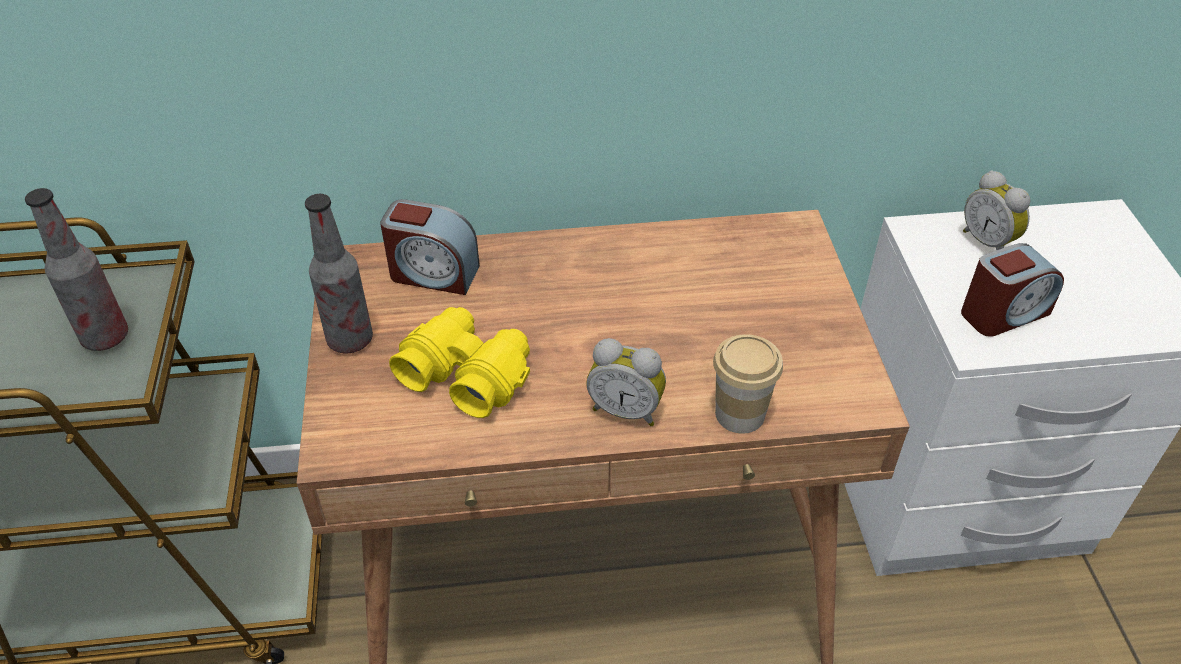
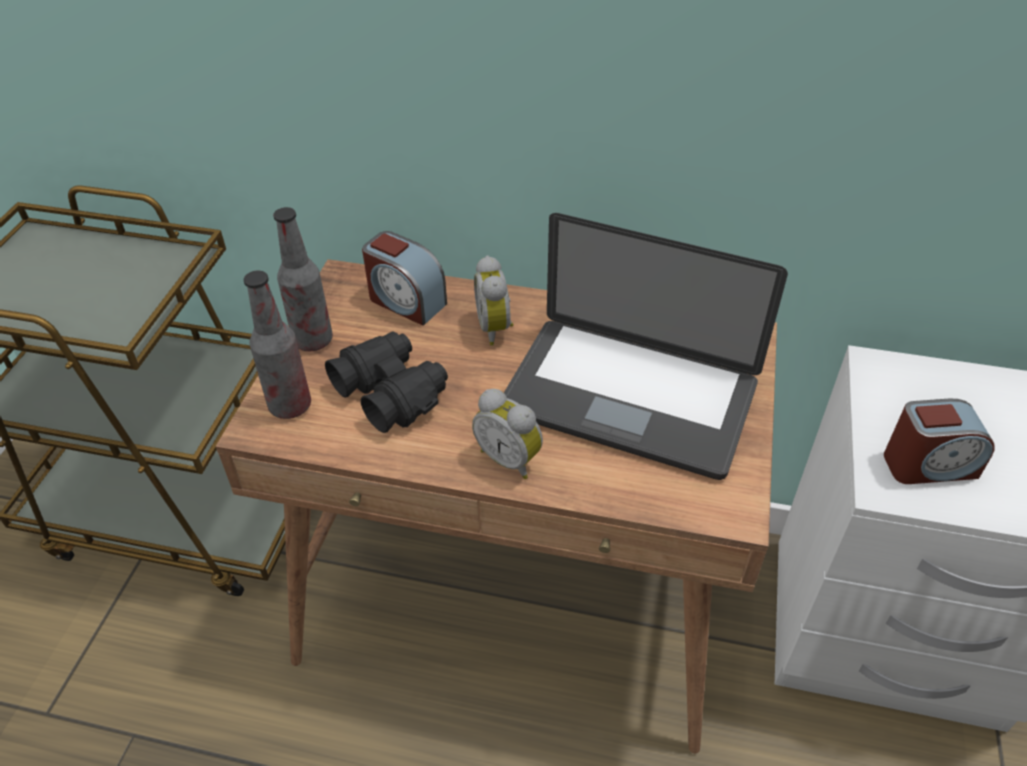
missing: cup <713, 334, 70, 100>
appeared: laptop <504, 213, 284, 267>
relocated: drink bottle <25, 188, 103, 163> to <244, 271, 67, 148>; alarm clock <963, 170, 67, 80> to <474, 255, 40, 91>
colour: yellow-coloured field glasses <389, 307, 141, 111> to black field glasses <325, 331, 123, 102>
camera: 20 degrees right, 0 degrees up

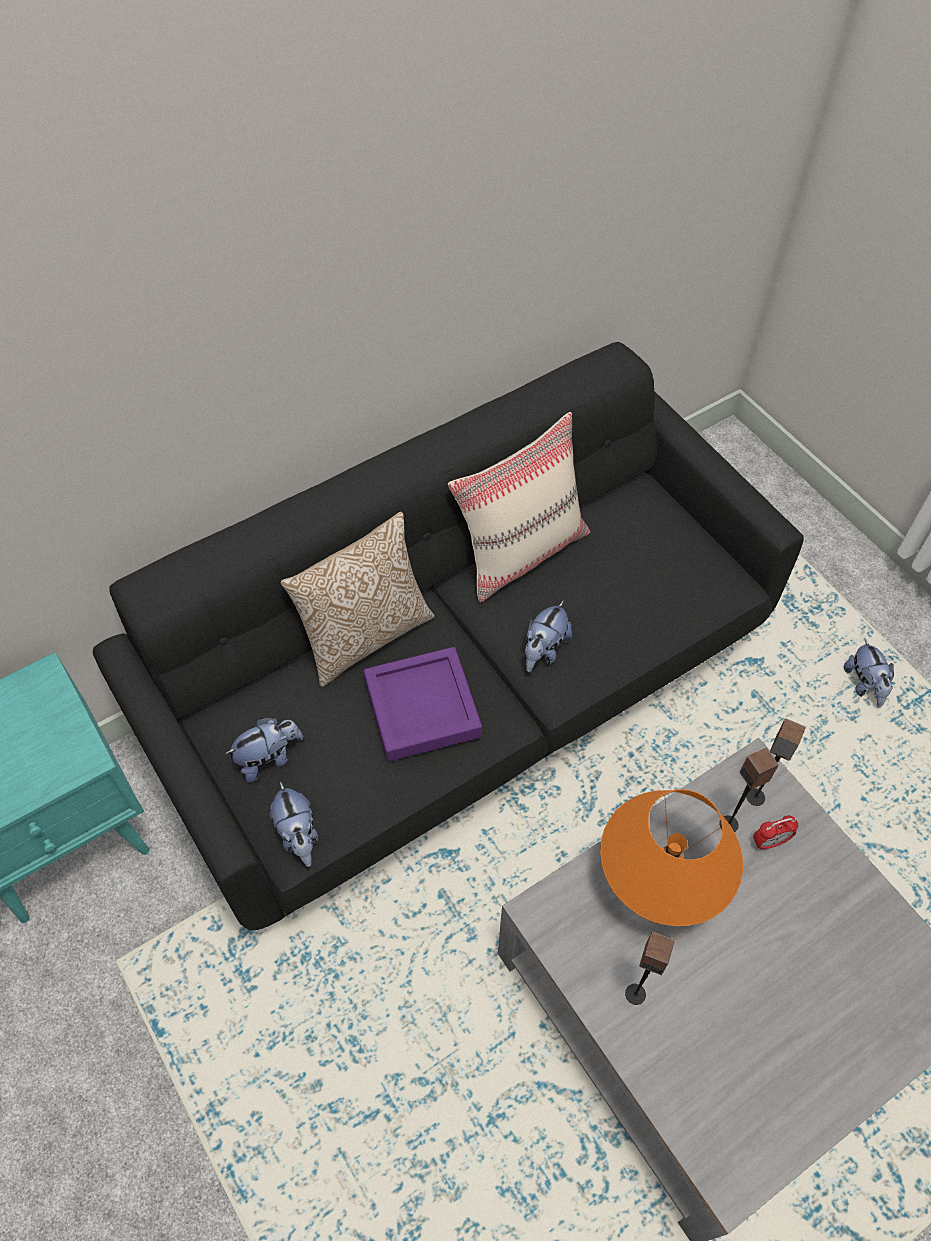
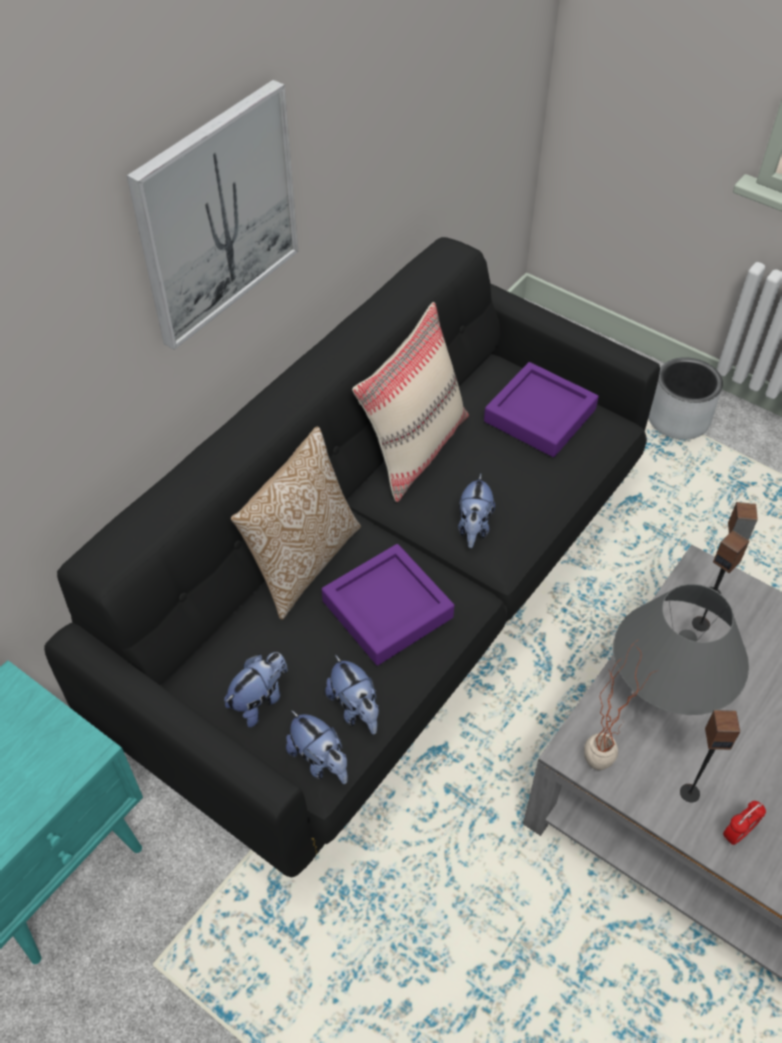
appeared: wall art <127, 80, 171, 270>; purplish serving tray <484, 362, 115, 95>; houseplant <584, 639, 72, 131>; greyish flower pot <648, 357, 75, 83>
relocated: soft toy <844, 639, 50, 69> to <325, 655, 54, 80>; alarm clock <753, 815, 45, 35> to <723, 801, 43, 45>
colour: orangey tabletop lamp <600, 789, 143, 137> to greyish tabletop lamp <613, 584, 136, 131>
camera: 20 degrees left, 5 degrees down

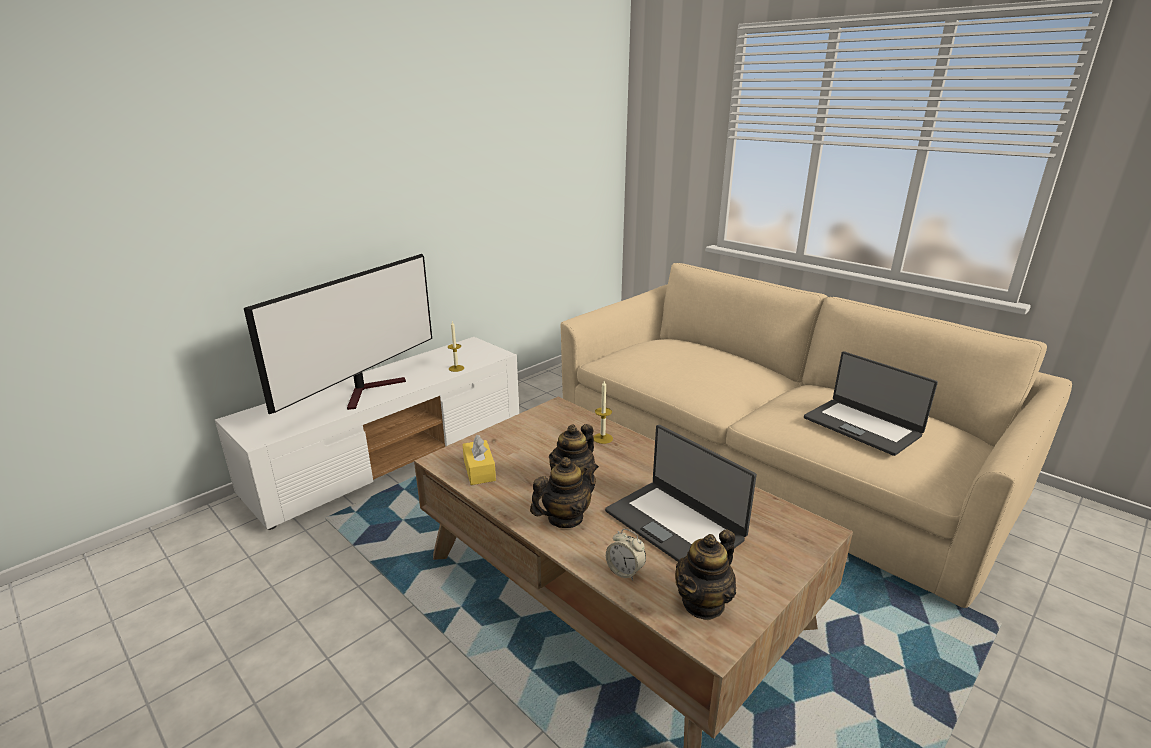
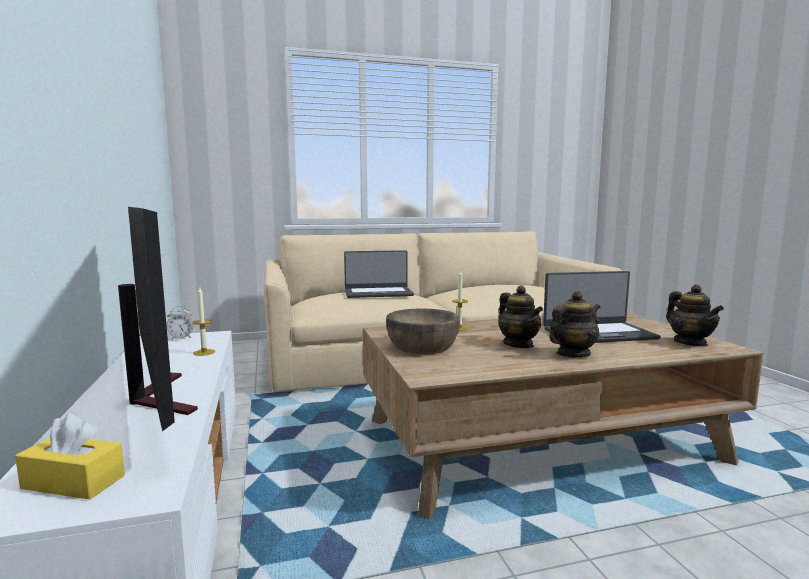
appeared: brownish serving bowl <386, 308, 74, 47>
relocated: yellow-coloured tissue holder <462, 434, 34, 51> to <15, 414, 110, 86>; alarm clock <606, 529, 40, 51> to <166, 306, 28, 34>; laptop <804, 351, 134, 105> to <344, 250, 70, 48>
spun: pot for tea <530, 457, 69, 71> = <549, 291, 51, 67> 60 degrees clockwise
camera: 60 degrees left, 15 degrees down

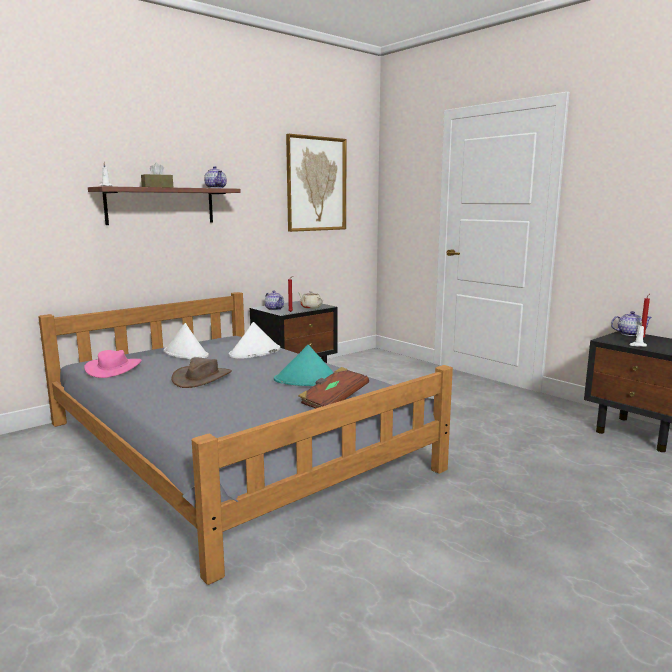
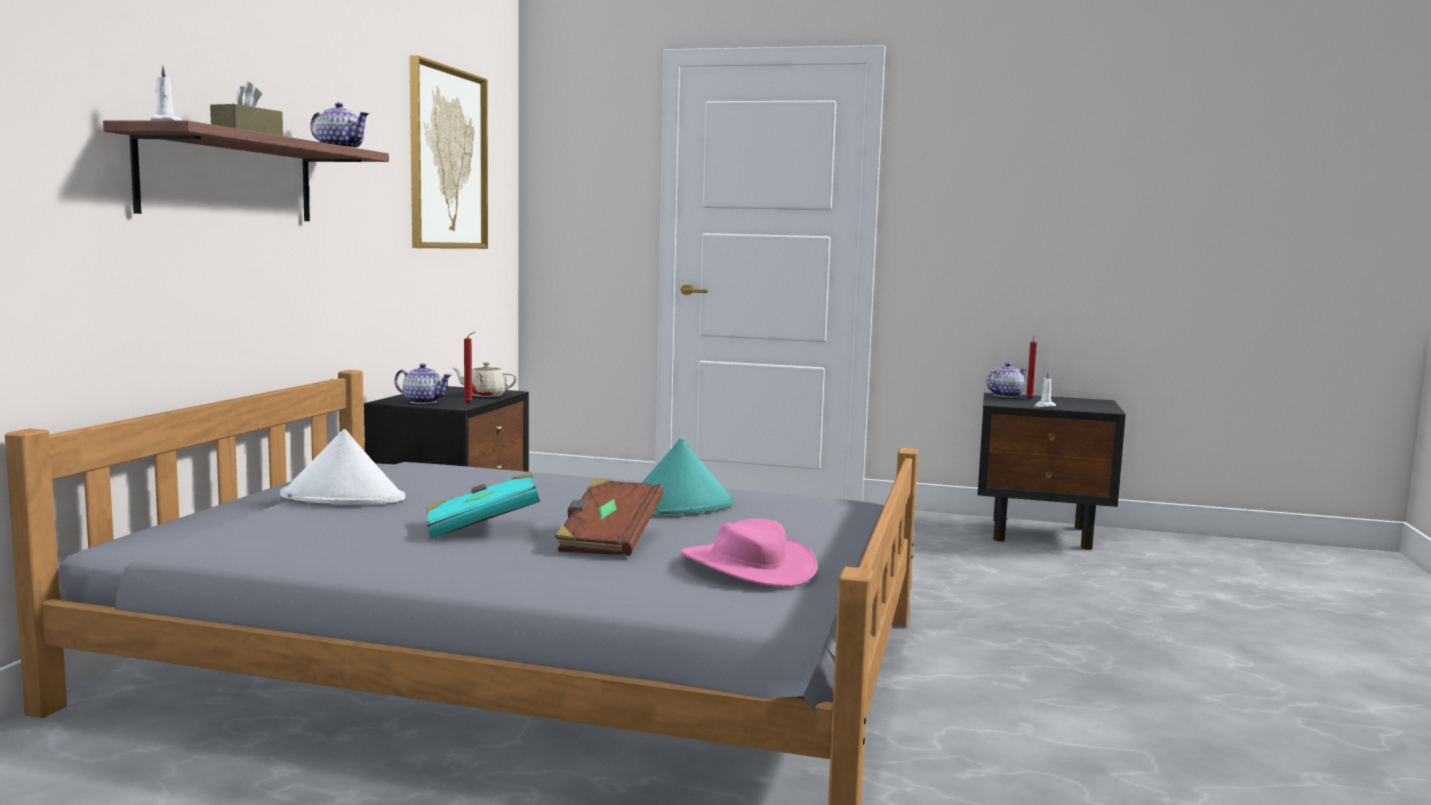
missing: whitish wearable hat <229, 322, 51, 37>
relocated: brownish bound book <299, 367, 70, 42> to <555, 478, 108, 78>; pinkish wearable hat <84, 350, 58, 28> to <681, 518, 137, 69>
exchanged: brownish wearable hat <171, 357, 61, 31> to turquoise-coloured bound book <427, 472, 113, 66>
camera: 35 degrees left, 5 degrees down

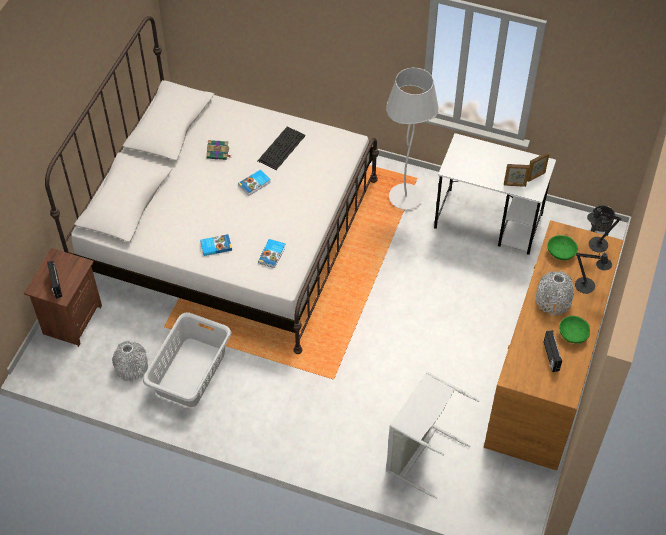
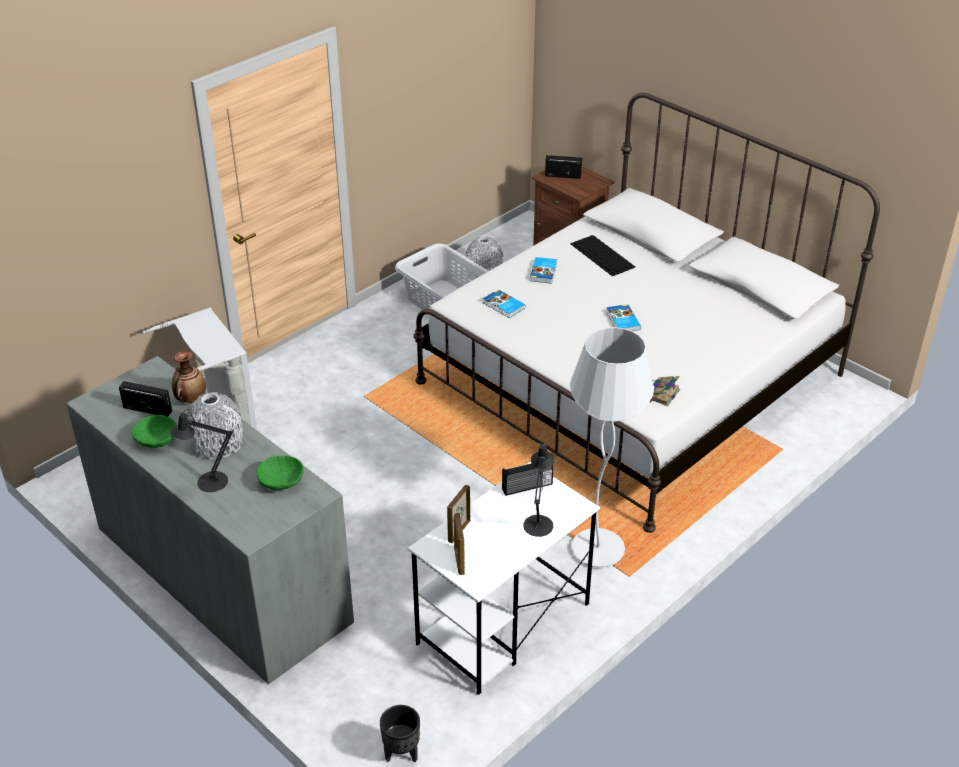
appeared: vase <172, 351, 34, 52>; radio receiver <502, 463, 51, 33>
relocated: black tabletop lamp <587, 206, 34, 47> to <523, 444, 32, 93>; PC keyboard <258, 127, 48, 43> to <570, 235, 65, 41>; bound book <206, 140, 26, 20> to <650, 376, 30, 30>
colour: brownish drawer chest <484, 220, 140, 251> to greyish drawer chest <66, 356, 288, 328>
camera: 115 degrees right, 15 degrees down

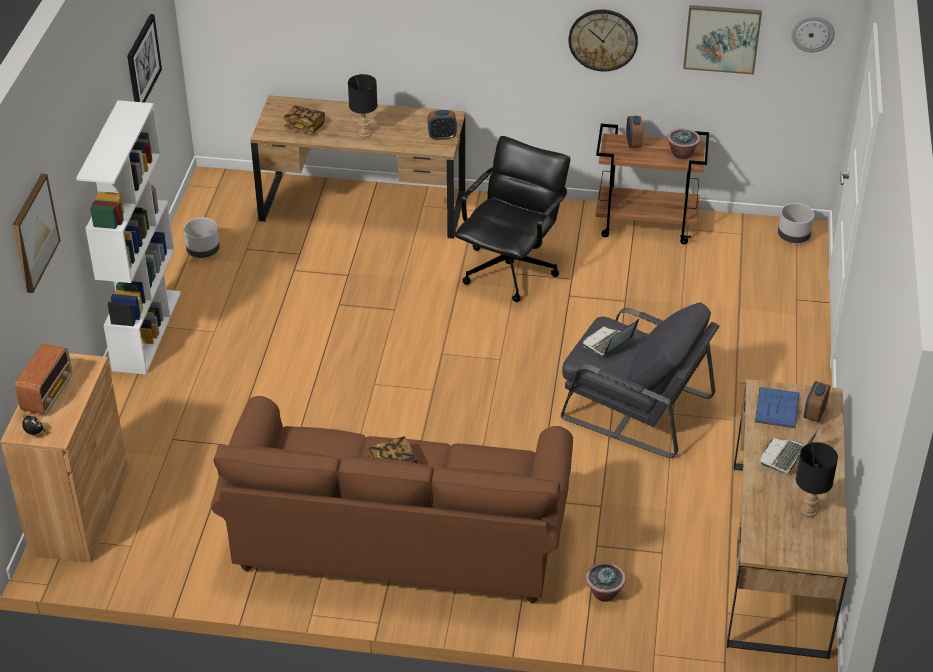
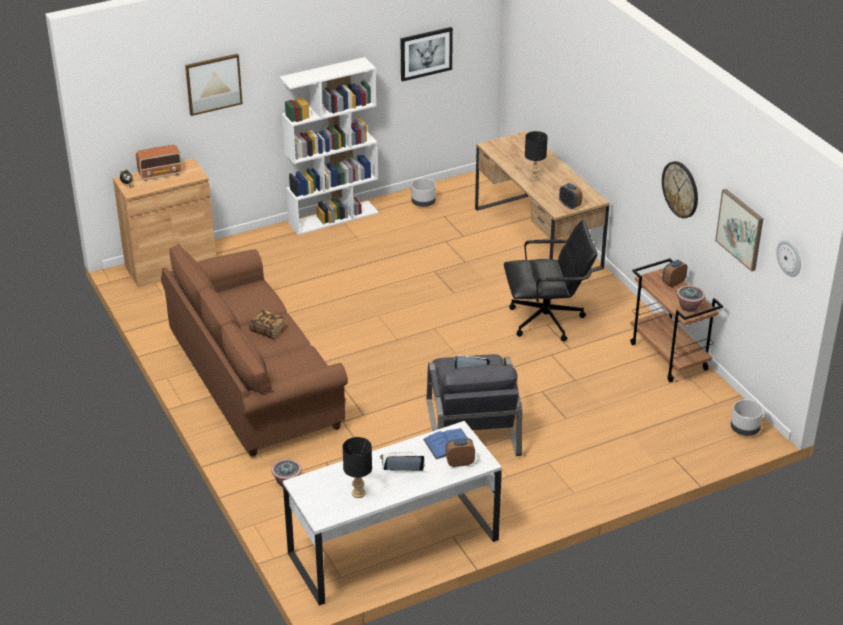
missing: bound book <284, 106, 41, 28>
colour: brownish desk table <727, 379, 121, 280> to whitish desk table <283, 421, 219, 185>
camera: 55 degrees right, 5 degrees down

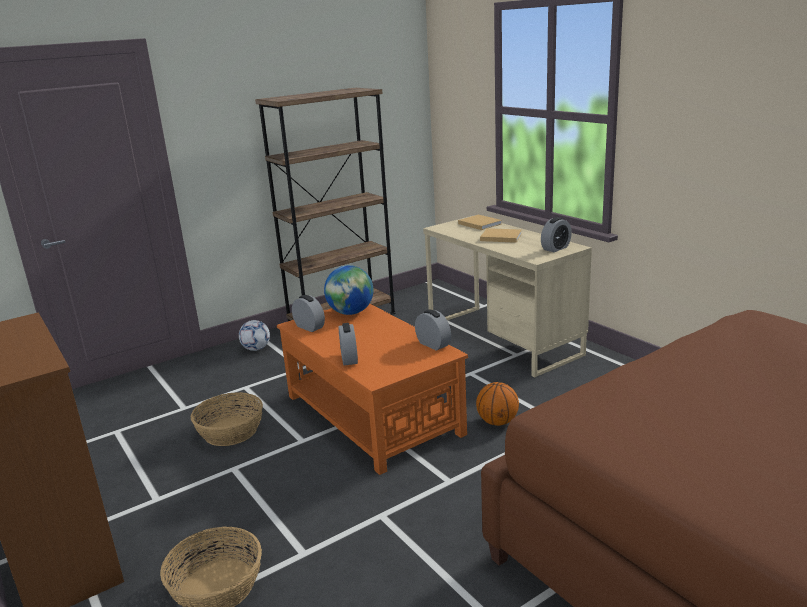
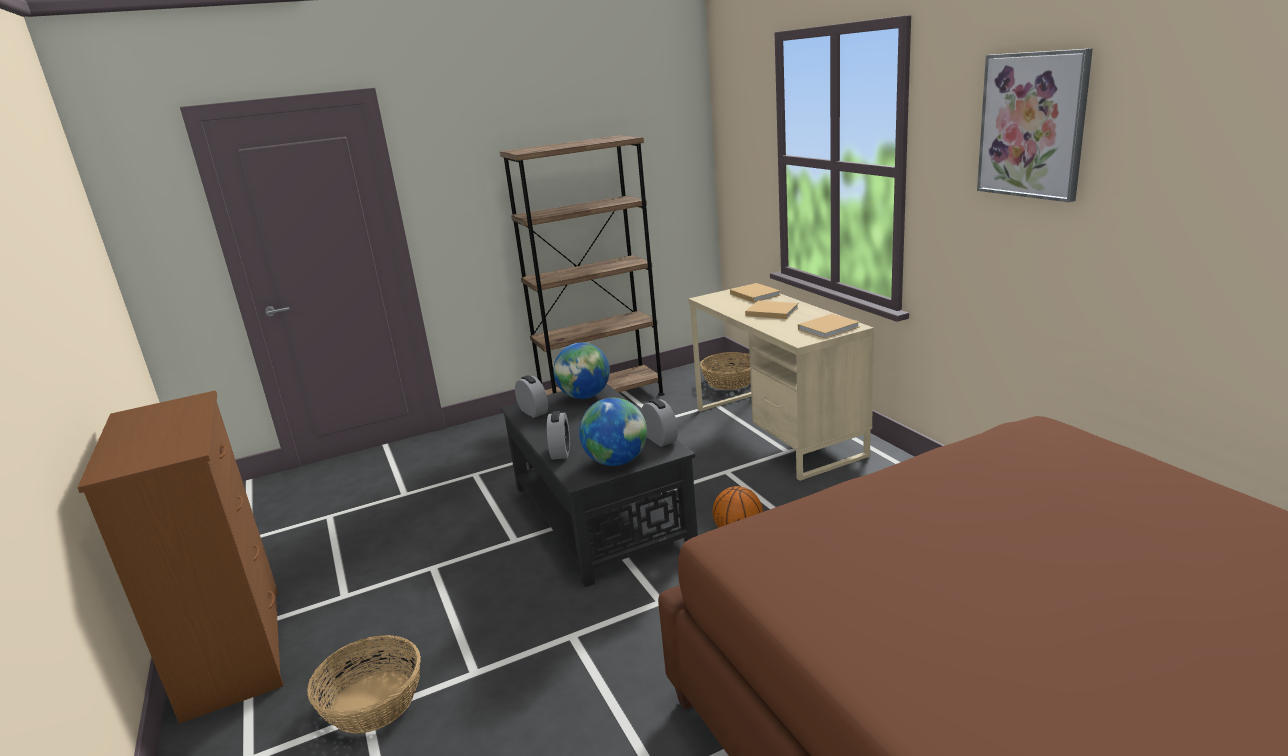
missing: football ball <239, 320, 31, 31>
appeared: globe <579, 398, 68, 68>; wall art <977, 48, 116, 154>
relocated: basket <191, 392, 72, 54> to <700, 352, 51, 38>
exchanged: alarm clock <541, 217, 31, 35> to beige-coloured bound book <798, 314, 62, 25>
colour: orangey coffee table <277, 304, 191, 171> to black coffee table <500, 384, 198, 203>
camera: 10 degrees right, 0 degrees up

